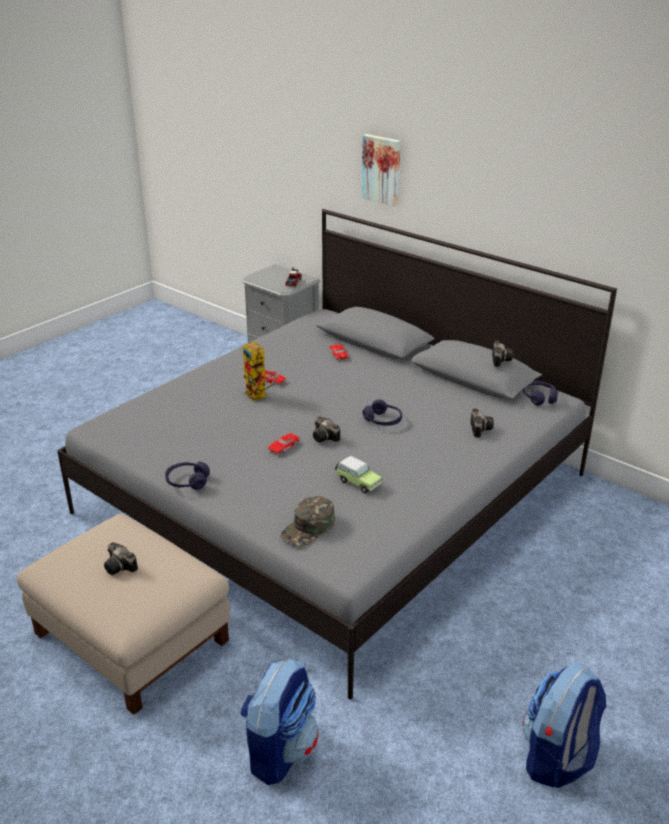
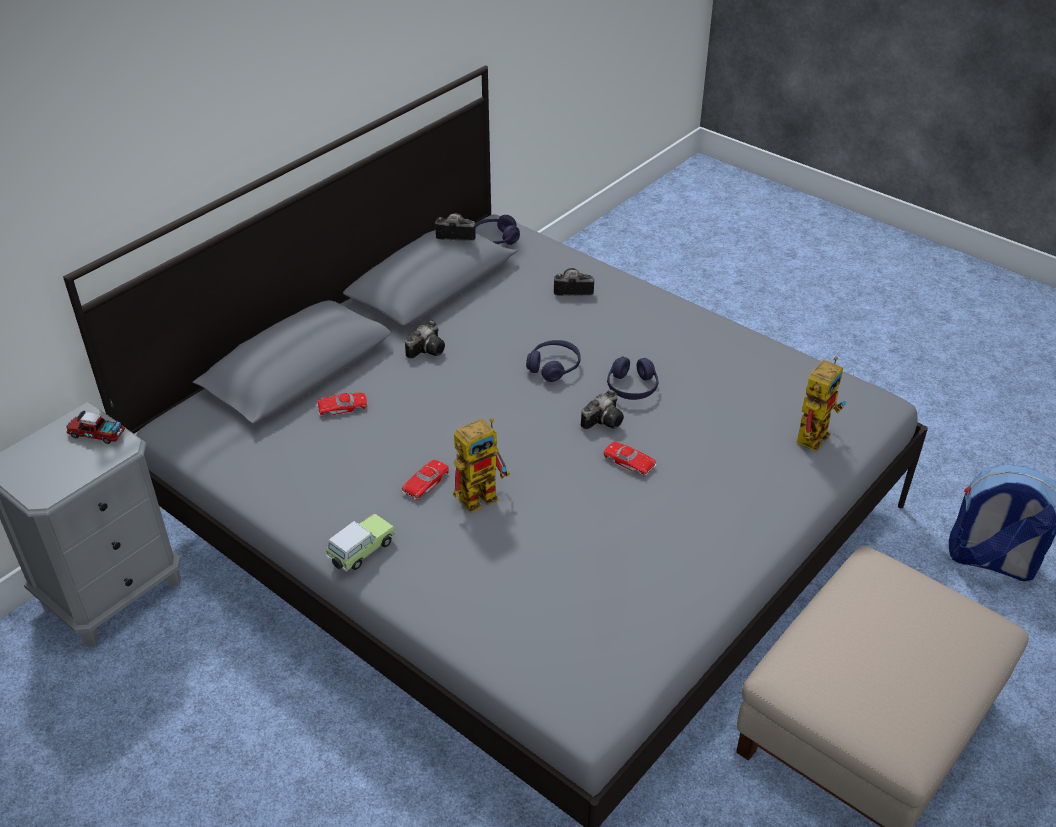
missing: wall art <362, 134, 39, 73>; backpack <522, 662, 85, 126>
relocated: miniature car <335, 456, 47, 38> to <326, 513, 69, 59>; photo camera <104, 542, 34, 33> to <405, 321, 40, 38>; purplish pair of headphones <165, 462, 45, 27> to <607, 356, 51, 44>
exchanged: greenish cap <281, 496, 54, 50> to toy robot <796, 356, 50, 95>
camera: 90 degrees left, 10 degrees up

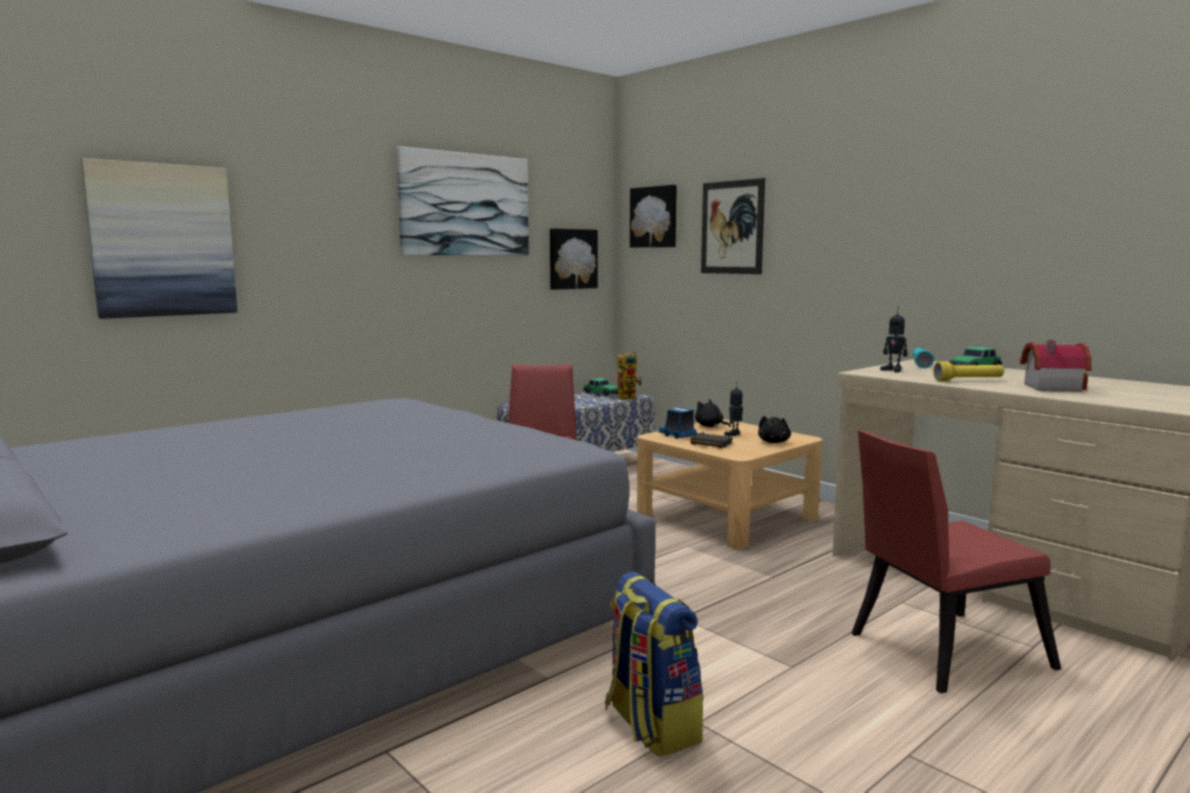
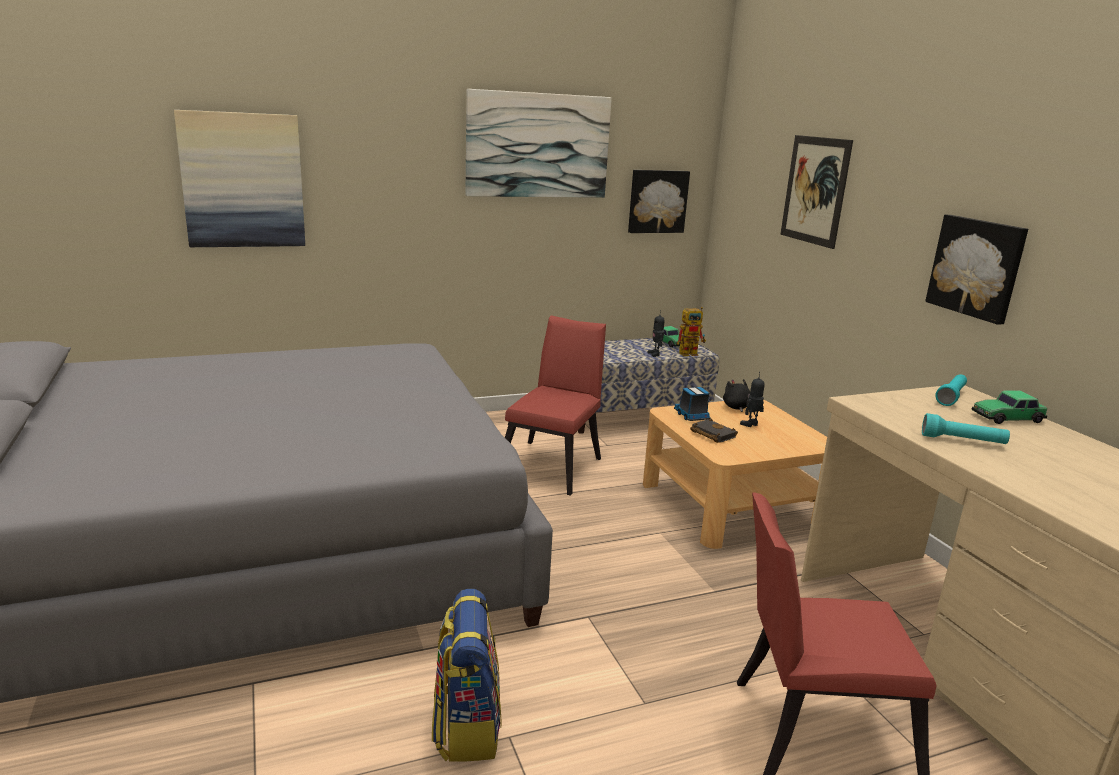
missing: black soft toy <758, 416, 33, 27>; toy house <1020, 340, 72, 52>
relocated: toy robot <880, 312, 27, 60> to <648, 310, 17, 47>; wall art <630, 185, 47, 63> to <925, 215, 103, 110>
colour: yellow-coloured hand torch <933, 361, 71, 20> to turquoise-coloured hand torch <922, 413, 88, 31>
camera: 20 degrees right, 10 degrees up

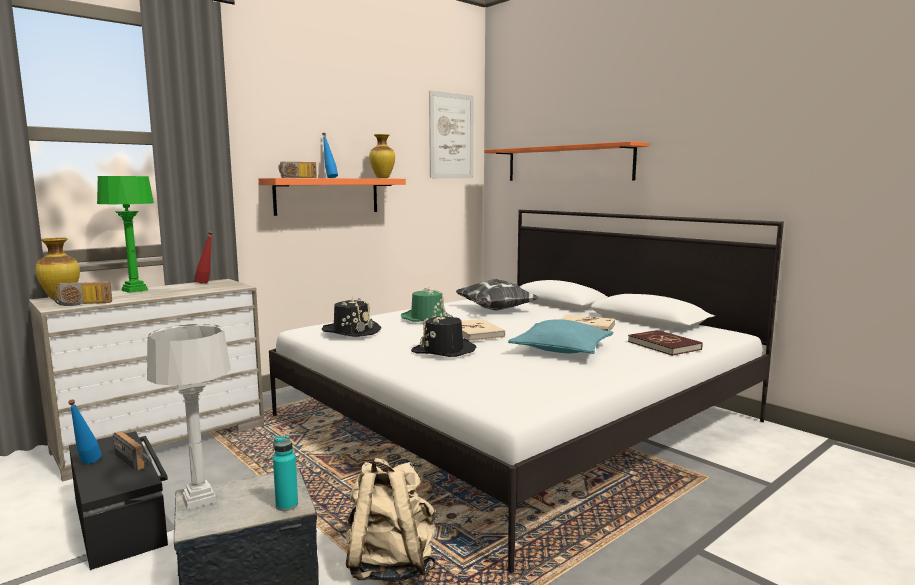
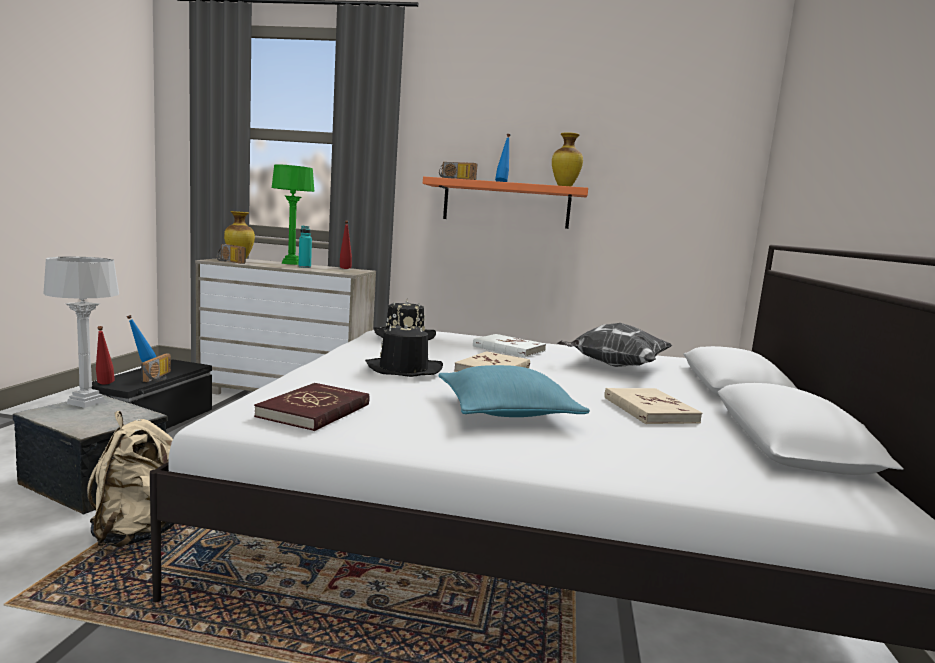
missing: wall art <429, 90, 45, 88>; orangey shelf <484, 141, 165, 40>
appeared: red-coloured drink bottle <96, 326, 19, 59>
relocated: red-coloured bound book <628, 330, 75, 26> to <254, 383, 116, 48>; turquoise-coloured drink bottle <273, 436, 25, 75> to <298, 226, 14, 42>
exchanged: greenish wearable hat <401, 288, 52, 34> to whitish bound book <473, 334, 73, 23>
camera: 50 degrees right, 0 degrees up

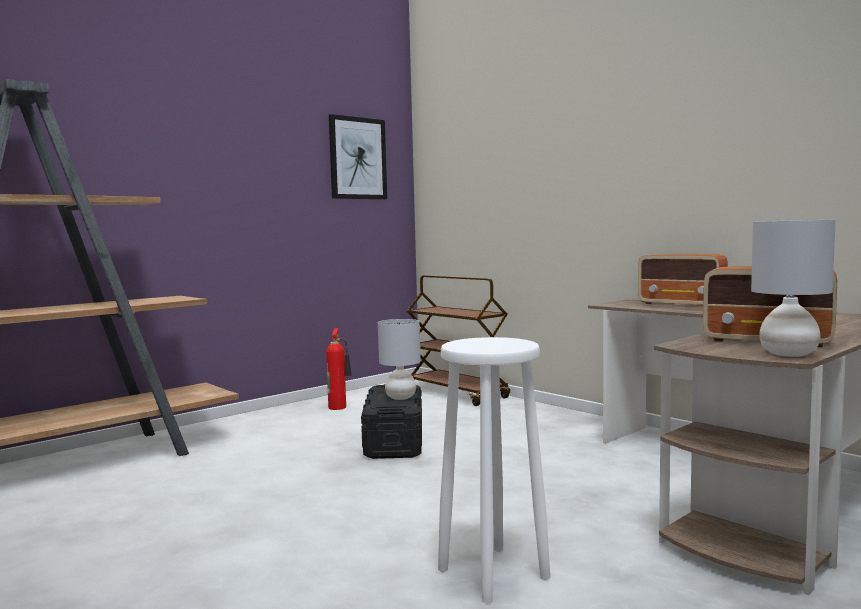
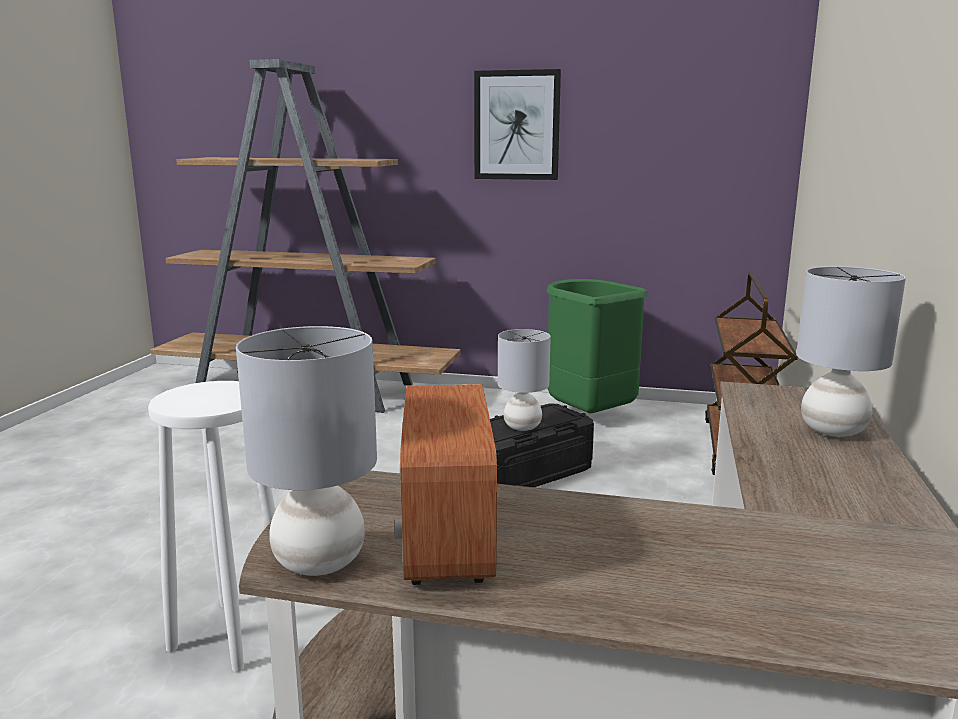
relocated: wall art <329, 114, 58, 85> to <474, 69, 87, 111>
exchanged: fire extinguisher <326, 328, 26, 82> to greenish rubbish bin <546, 279, 102, 134>; radio receiver <638, 254, 90, 50> to greyish tabletop lamp <796, 266, 110, 171>
camera: 55 degrees right, 10 degrees up

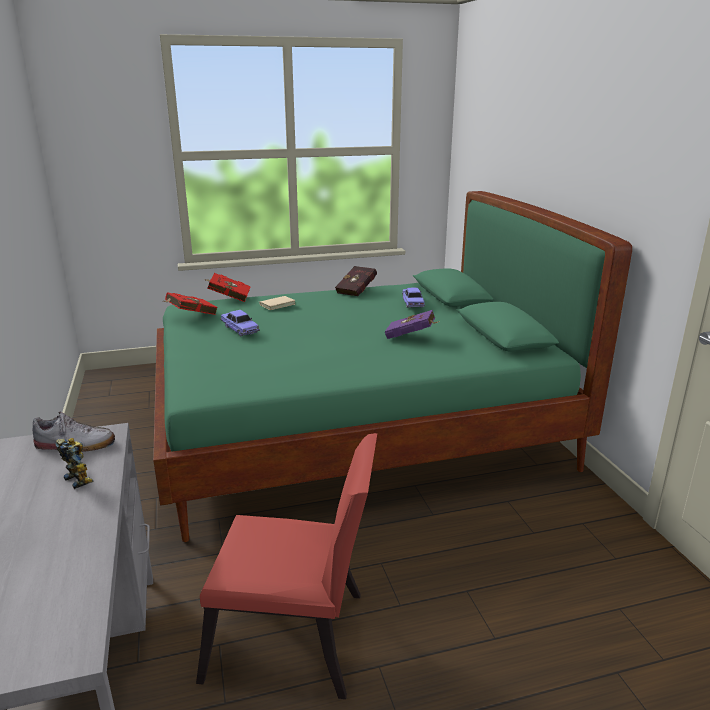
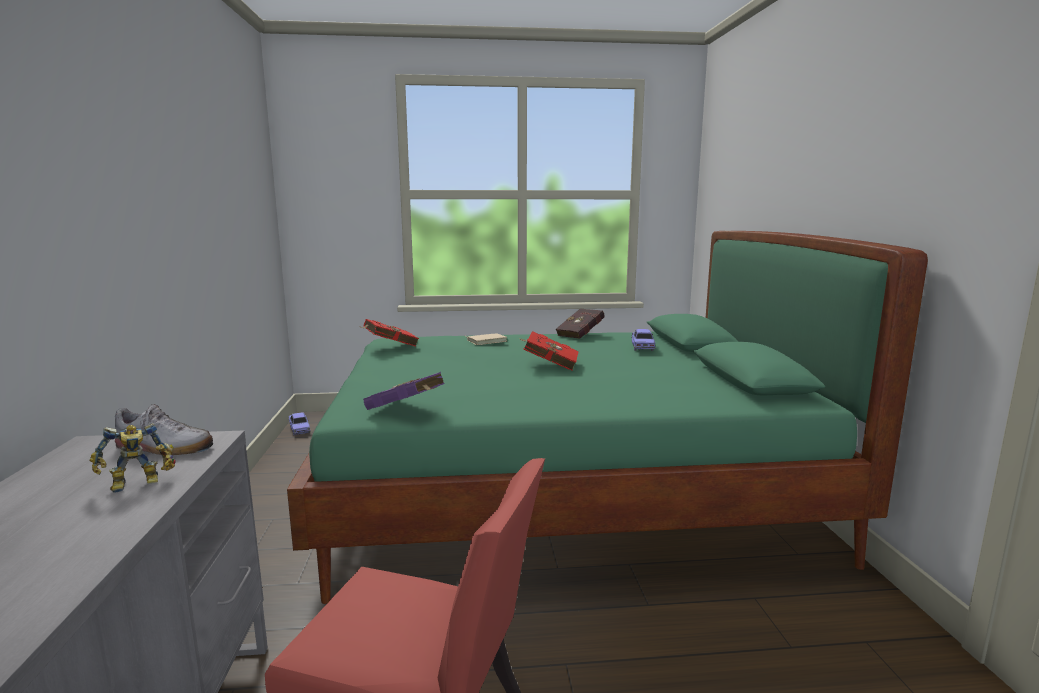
relocated: miniature car <220, 310, 40, 26> to <288, 412, 23, 23>; purplish bound book <385, 310, 55, 29> to <363, 372, 82, 38>; red-coloured bound book <205, 273, 46, 29> to <518, 331, 61, 40>
spun: toy robot <55, 438, 39, 51> = <90, 423, 86, 70> 90 degrees clockwise
camera: 10 degrees right, 10 degrees down

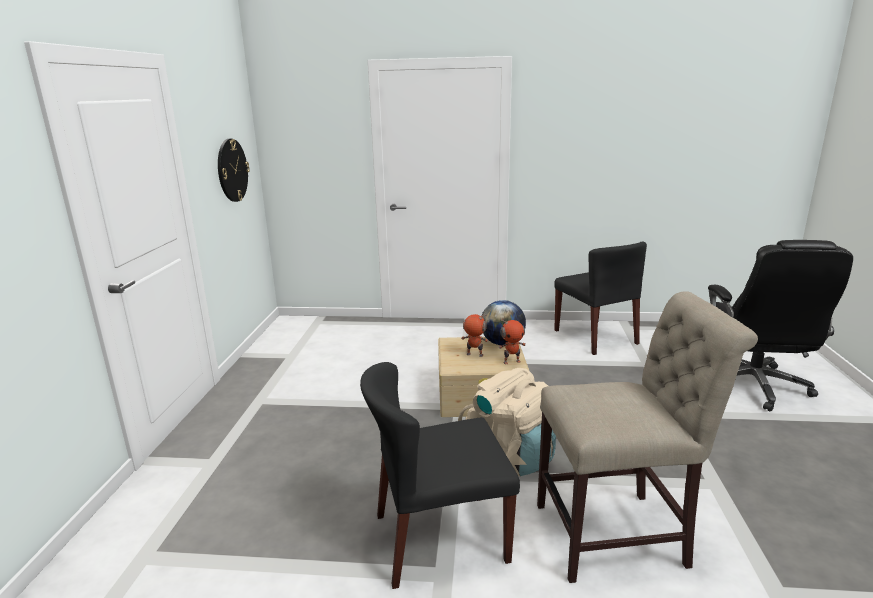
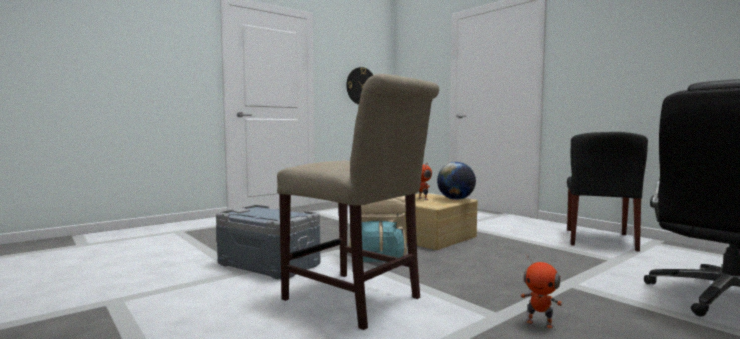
relocated: toy robot <499, 319, 27, 45> to <520, 255, 43, 74>
exchanged: black upright chair <360, 362, 160, 227> to greyish storage bin <216, 205, 104, 74>
camera: 45 degrees right, 15 degrees down

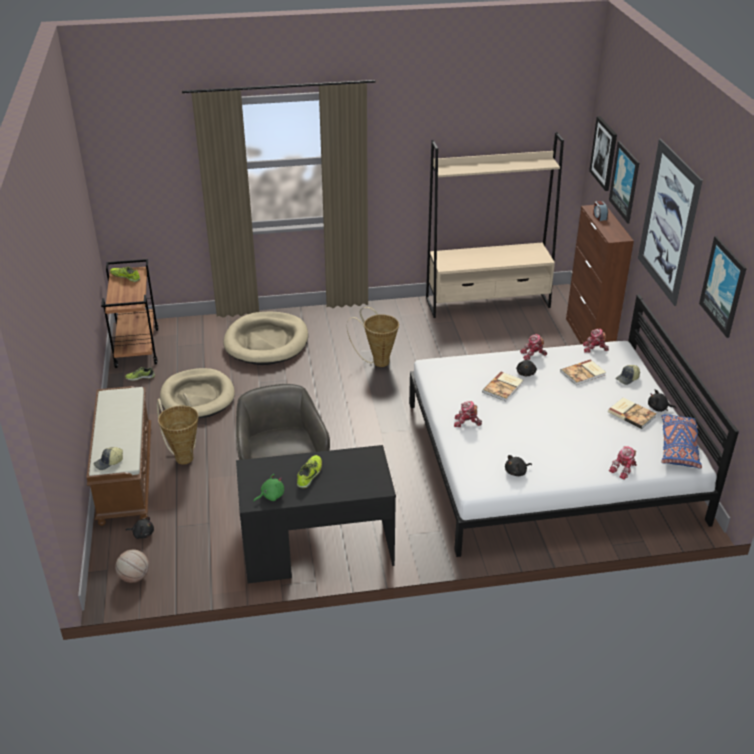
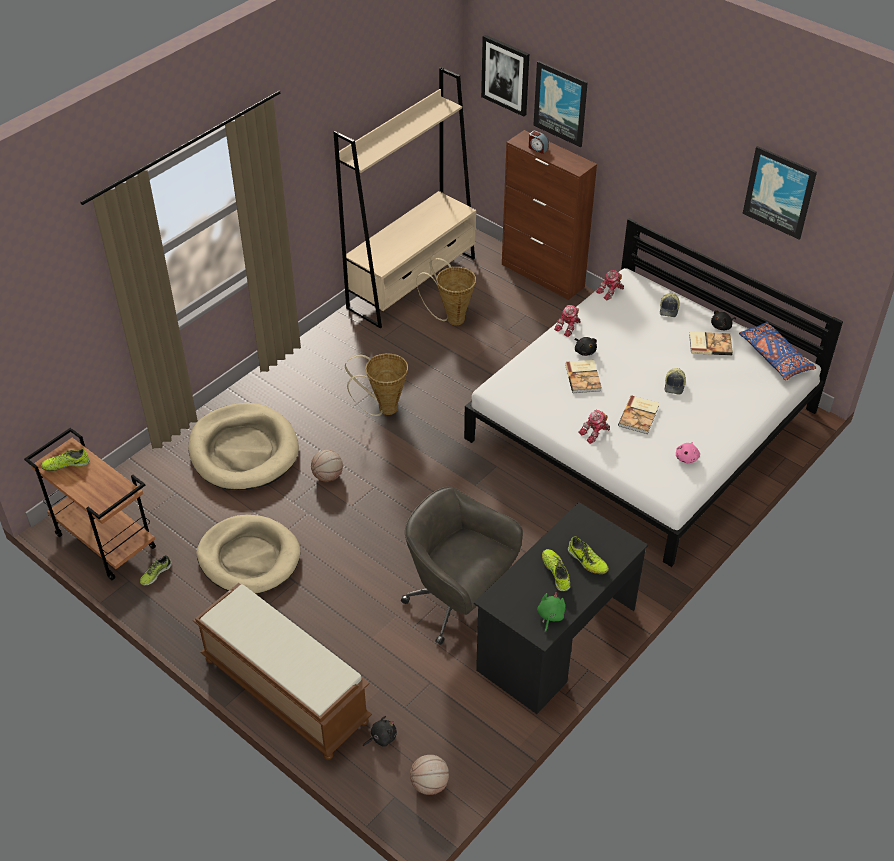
missing: toy robot <609, 446, 28, 34>; wall art <638, 139, 65, 167>
appeared: basketball ball <311, 450, 32, 32>; item of footwear <568, 536, 41, 38>
relocated: basket <157, 393, 42, 72> to <416, 258, 60, 67>; bound book <560, 359, 46, 26> to <618, 395, 41, 39>; cap <94, 447, 29, 23> to <665, 368, 21, 27>
colour: black soft toy <505, 455, 27, 21> to pinkish soft toy <676, 442, 24, 21>
camera: 40 degrees left, 10 degrees up

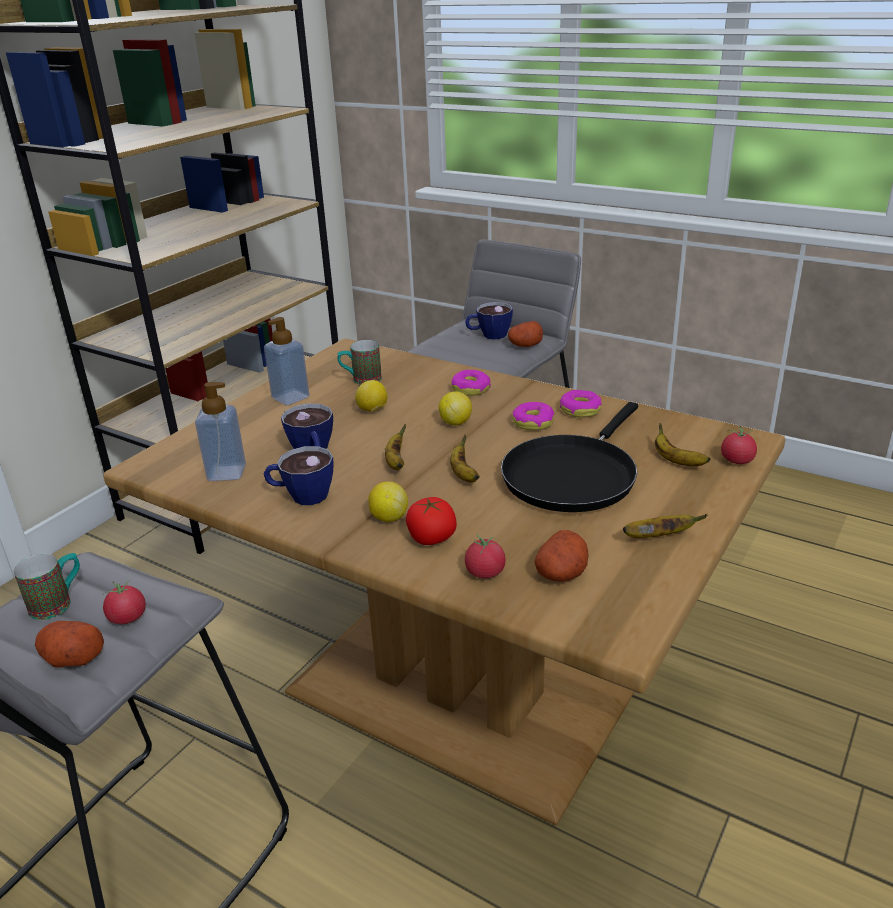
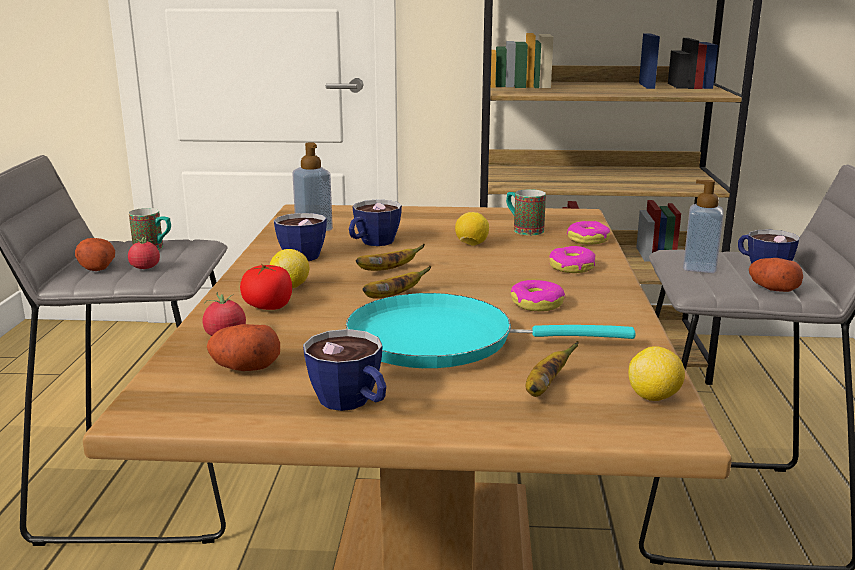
missing: fresh tomato <721, 426, 36, 38>
relocated: doughnut <560, 390, 42, 28> to <567, 221, 44, 24>; whole lemon <439, 391, 33, 34> to <629, 346, 56, 55>; soap bottle <264, 317, 46, 88> to <683, 180, 41, 93>
exchanged: banana fruit <623, 514, 84, 24> to cup <303, 329, 83, 82>
colour: black frying pan <501, 402, 137, 110> to turquoise-coloured frying pan <346, 293, 290, 75>
camera: 60 degrees right, 10 degrees down

